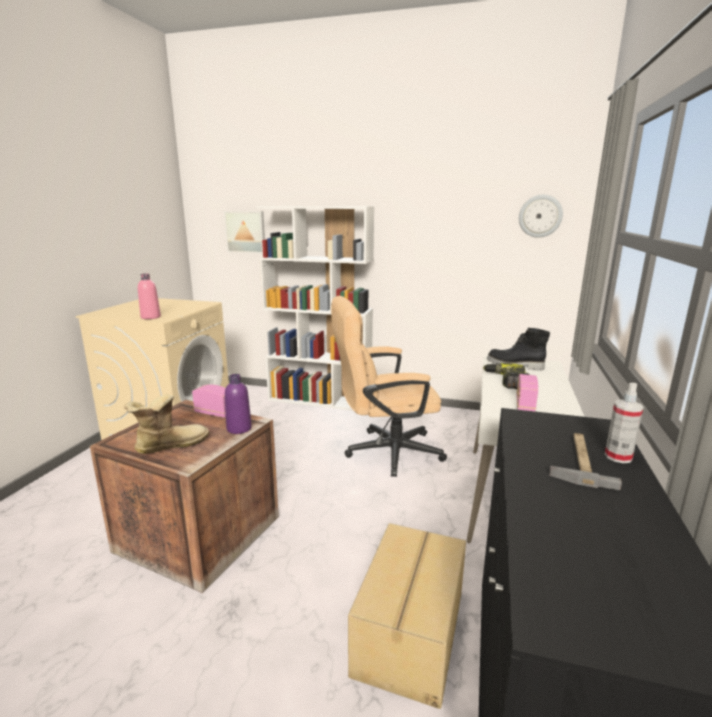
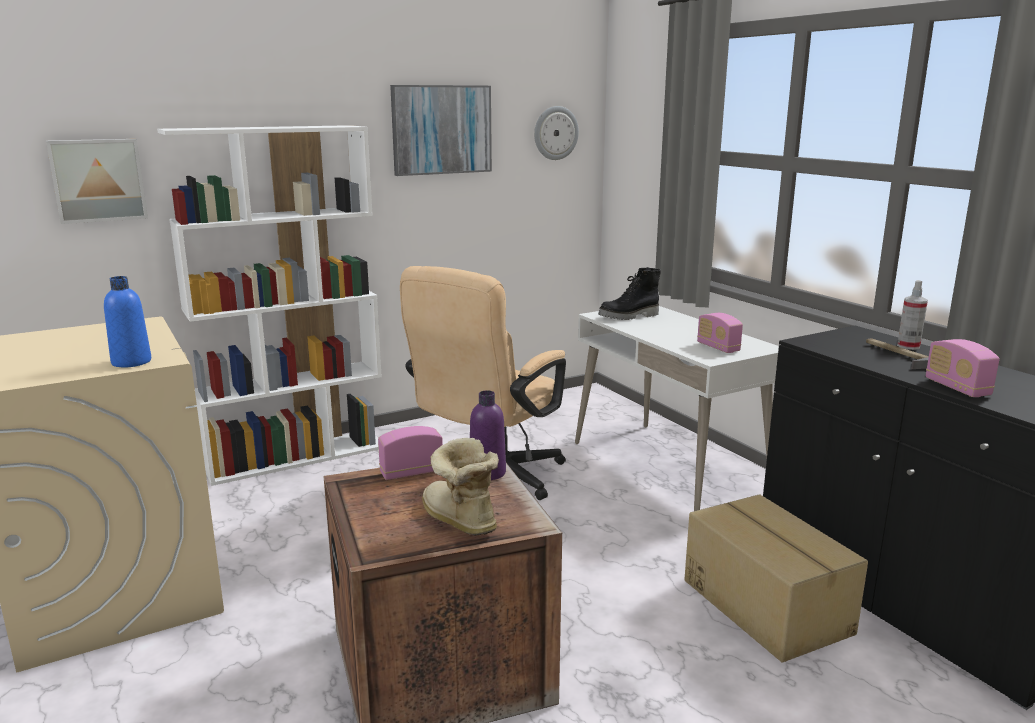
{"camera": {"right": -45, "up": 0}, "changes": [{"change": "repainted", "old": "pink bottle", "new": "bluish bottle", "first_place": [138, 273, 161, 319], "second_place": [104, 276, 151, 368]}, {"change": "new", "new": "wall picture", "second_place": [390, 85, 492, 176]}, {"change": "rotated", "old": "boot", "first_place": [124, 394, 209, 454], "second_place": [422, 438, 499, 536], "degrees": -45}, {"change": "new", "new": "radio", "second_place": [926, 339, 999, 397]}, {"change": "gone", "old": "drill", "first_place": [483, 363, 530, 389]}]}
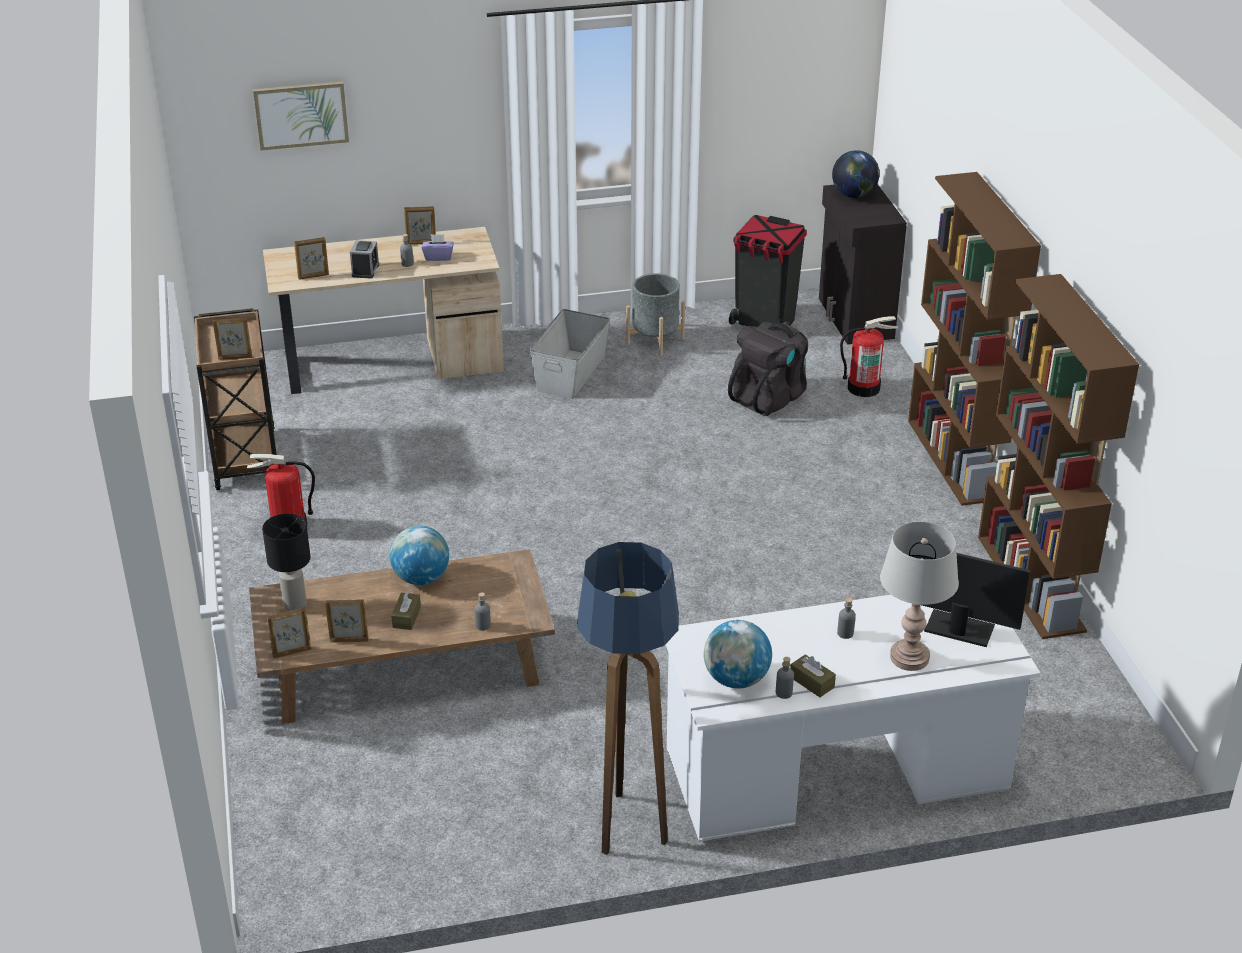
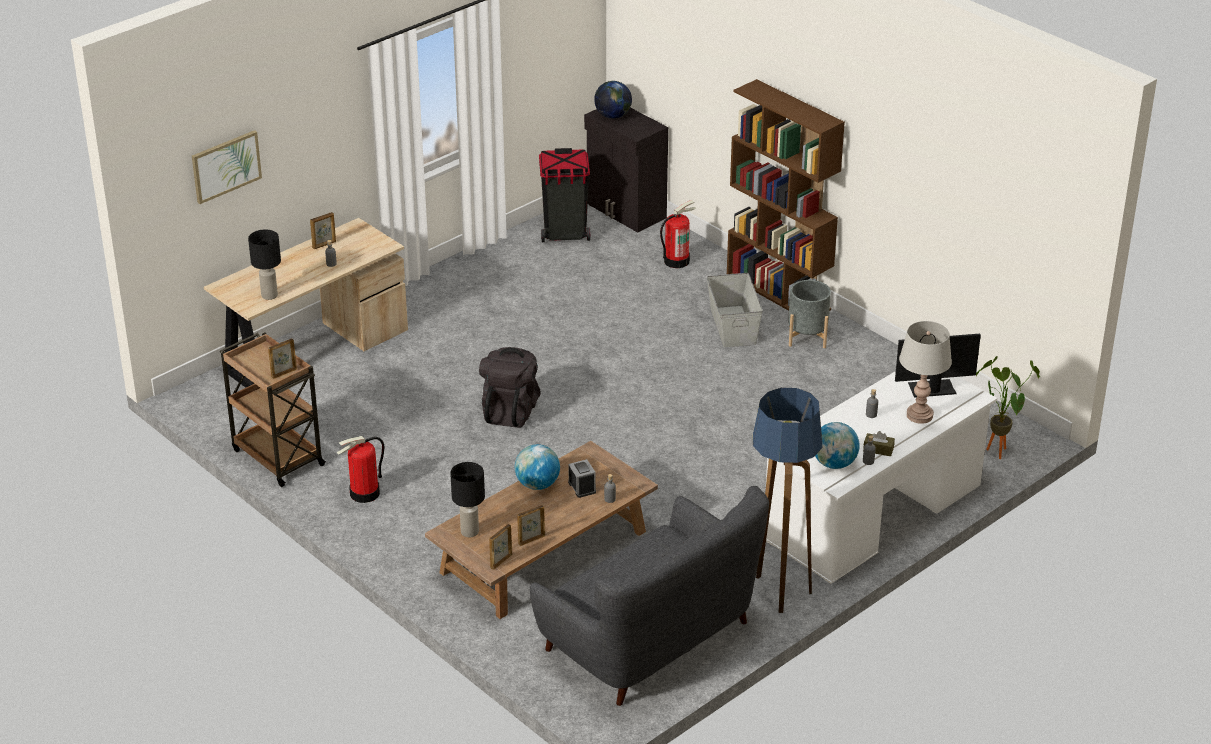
{"camera": {"right": -30, "up": 0}, "changes": [{"change": "swapped", "old": "standing frame", "new": "black-coloured table lamp", "first_place": [294, 237, 329, 280], "second_place": [248, 229, 281, 300]}, {"change": "shifted", "old": "black-coloured backpack", "first_place": [728, 323, 808, 416], "second_place": [479, 347, 540, 428]}, {"change": "new", "new": "grey settee", "second_place": [530, 486, 769, 706]}, {"change": "shifted", "old": "alarm clock", "first_place": [350, 240, 379, 279], "second_place": [568, 459, 596, 498]}, {"change": "shifted", "old": "grey storage box", "first_place": [530, 309, 610, 399], "second_place": [707, 273, 763, 347]}, {"change": "shifted", "old": "grey planter", "first_place": [626, 273, 685, 356], "second_place": [788, 280, 831, 348]}, {"change": "new", "new": "houseplant", "second_place": [976, 356, 1040, 459]}, {"change": "gone", "old": "brown-coloured box of tissues", "first_place": [391, 591, 421, 630]}, {"change": "gone", "old": "purple box of tissues", "first_place": [422, 234, 454, 261]}, {"change": "gone", "old": "brown-coloured bookcase", "first_place": [978, 274, 1139, 639]}]}
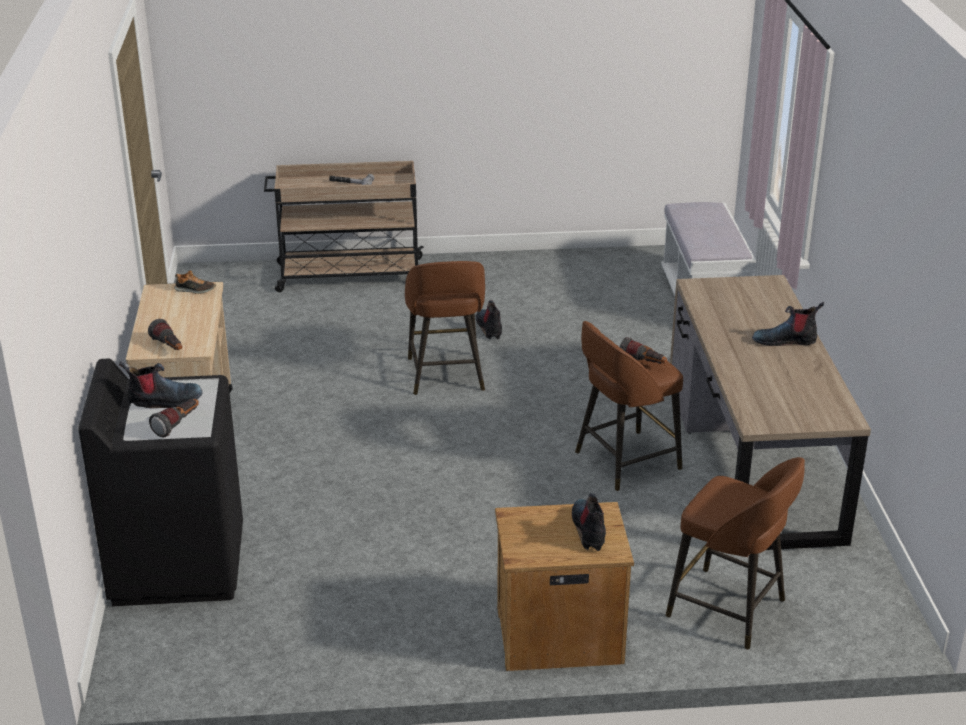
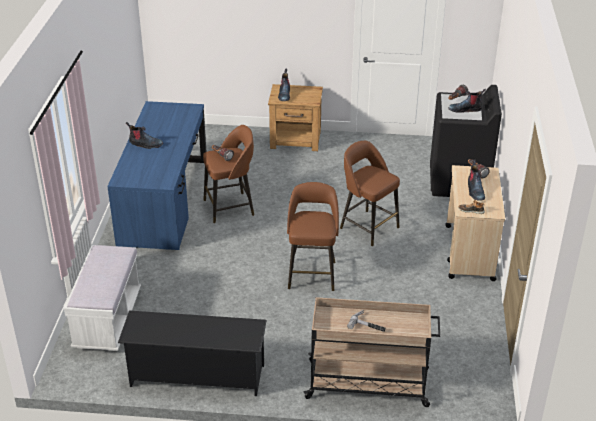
{"camera": {"right": -170, "up": 5}, "changes": [{"change": "repainted", "old": "brown-coloured desk", "new": "bluish desk", "first_place": [670, 275, 871, 550], "second_place": [107, 101, 206, 250]}, {"change": "new", "new": "black-coloured shoe stand", "second_place": [118, 311, 267, 396]}, {"change": "shifted", "old": "brown-coloured stool", "first_place": [666, 457, 805, 649], "second_place": [340, 141, 400, 246]}, {"change": "shifted", "old": "boot", "first_place": [476, 300, 502, 340], "second_place": [468, 160, 485, 201]}]}
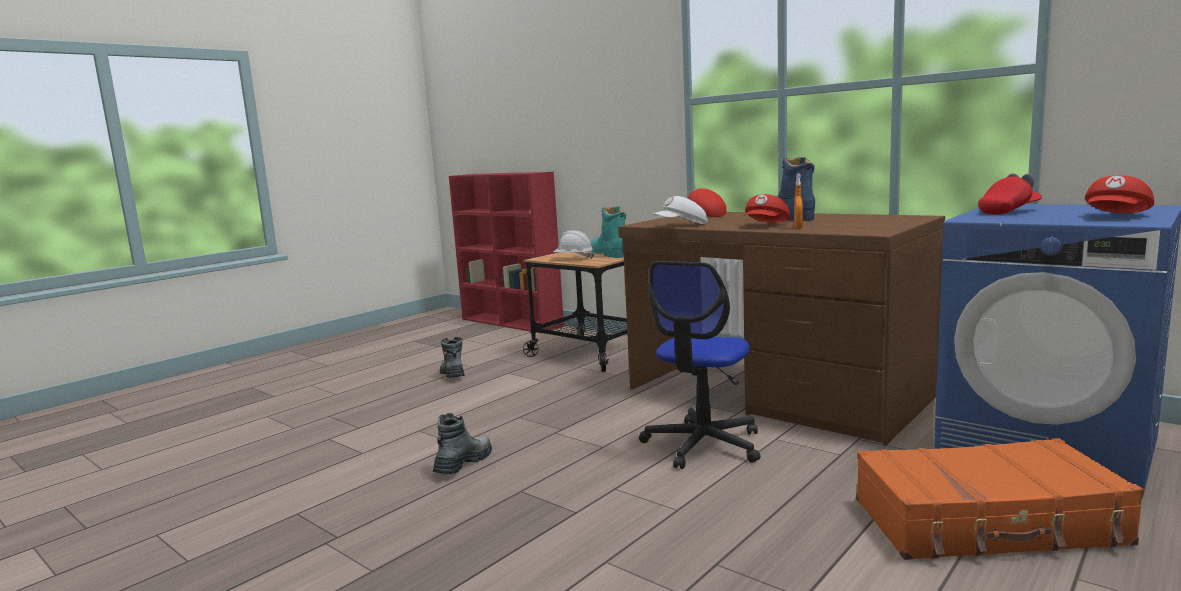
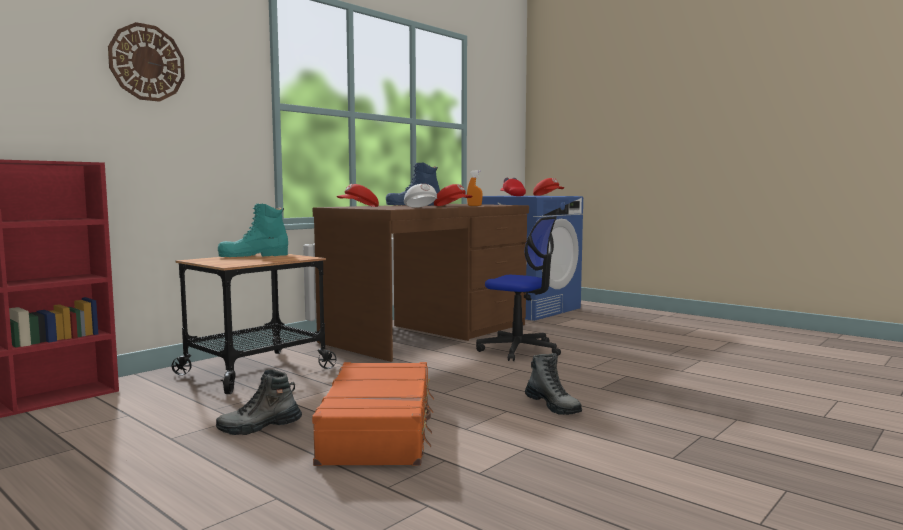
{"camera": {"right": -90, "up": -5}, "changes": [{"change": "new", "new": "wall clock", "second_place": [108, 22, 185, 102]}, {"change": "shifted", "old": "orange-coloured suitcase", "first_place": [856, 438, 1144, 560], "second_place": [312, 362, 434, 466]}, {"change": "rotated", "old": "boot", "first_place": [432, 413, 492, 474], "second_place": [525, 353, 582, 415], "degrees": -150}, {"change": "gone", "old": "white work helmet", "first_place": [553, 230, 594, 259]}]}
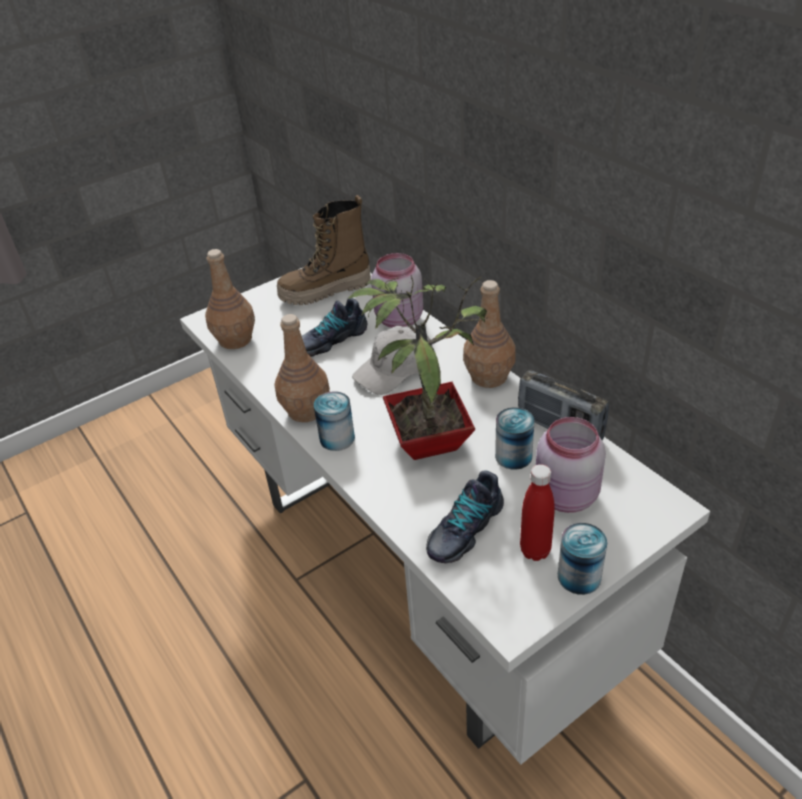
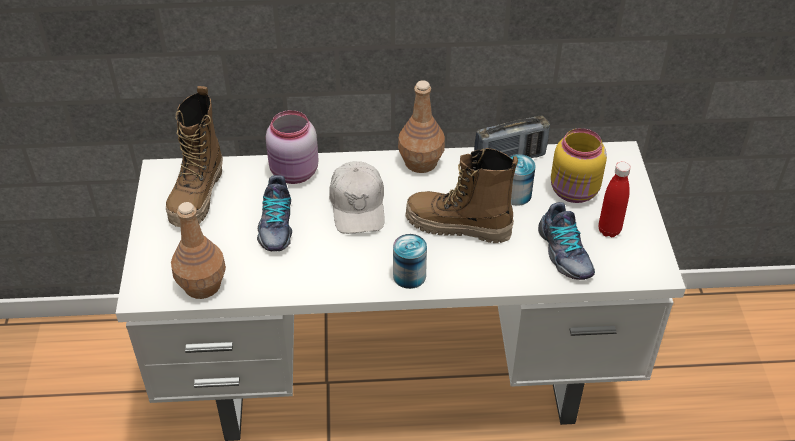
{"camera": {"right": -60, "up": 5}, "changes": [{"change": "swapped", "old": "houseplant", "new": "boot", "first_place": [348, 275, 488, 460], "second_place": [405, 148, 518, 243]}, {"change": "repainted", "old": "pink preserve jar", "new": "yellowish preserve jar", "first_place": [536, 417, 606, 513], "second_place": [551, 128, 607, 203]}, {"change": "gone", "old": "brown-coloured bottle", "first_place": [274, 314, 330, 422]}, {"change": "gone", "old": "sealed can", "first_place": [558, 523, 607, 595]}]}
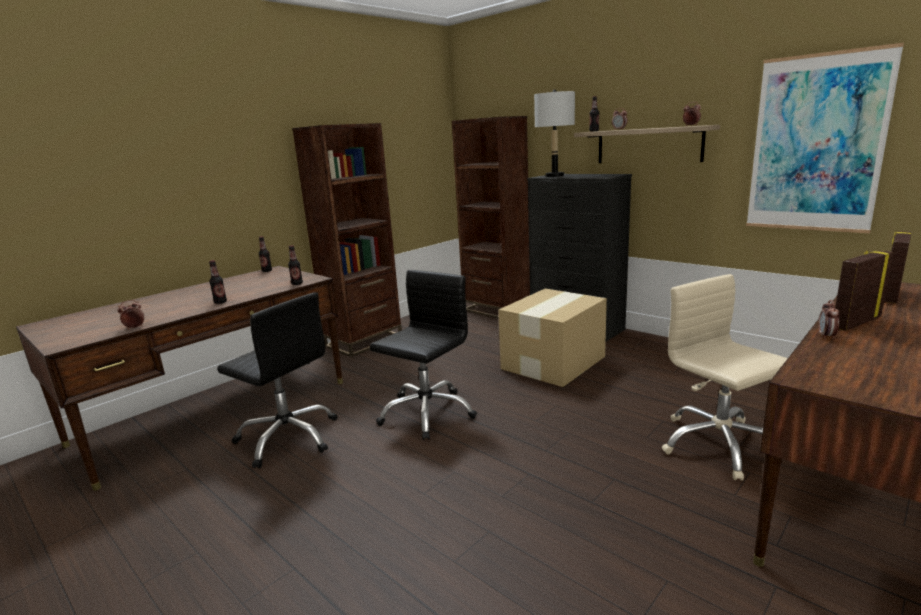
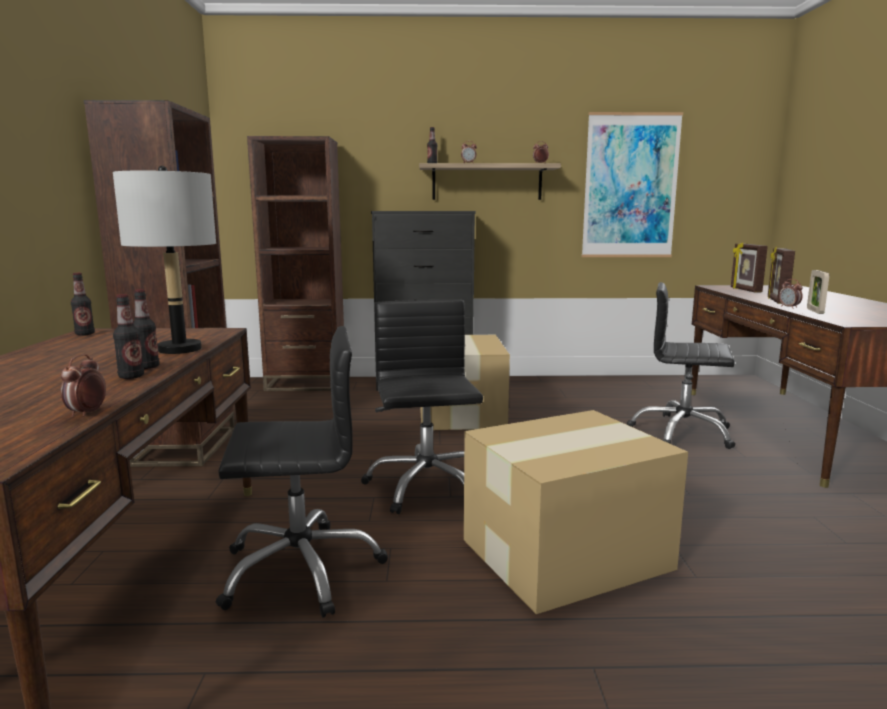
{"camera": {"right": -45, "up": -5}, "changes": [{"change": "shifted", "old": "grey table lamp", "first_place": [534, 90, 575, 177], "second_place": [113, 166, 216, 354]}, {"change": "shifted", "old": "bottle", "first_place": [288, 245, 303, 285], "second_place": [113, 294, 144, 379]}, {"change": "new", "new": "cardboard box", "second_place": [464, 410, 688, 614]}, {"change": "repainted", "old": "sand-coloured office chair", "new": "black-coloured office chair", "first_place": [662, 274, 788, 481], "second_place": [627, 282, 735, 449]}, {"change": "new", "new": "standing frame", "second_place": [807, 270, 829, 314]}]}
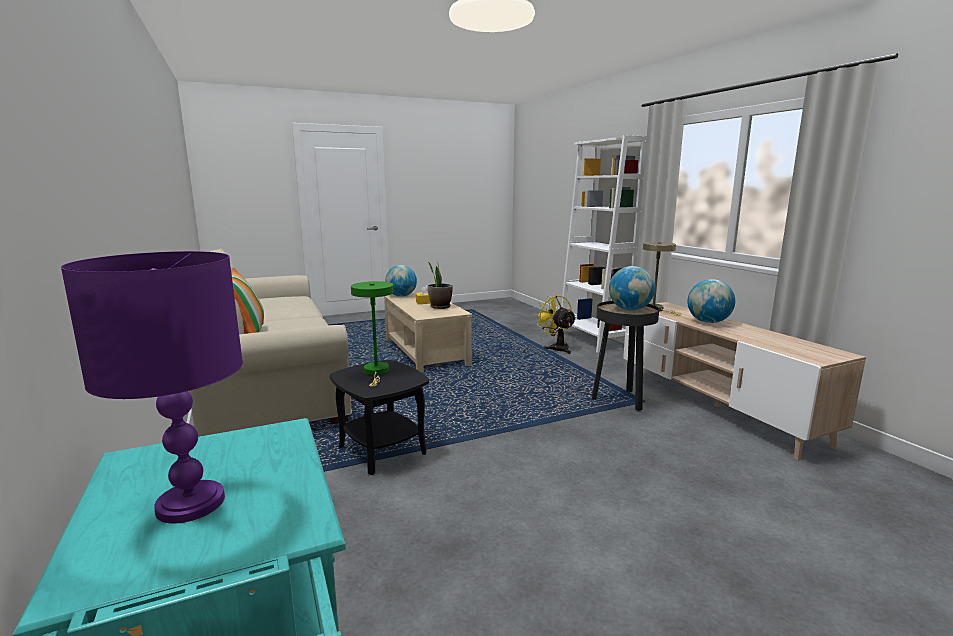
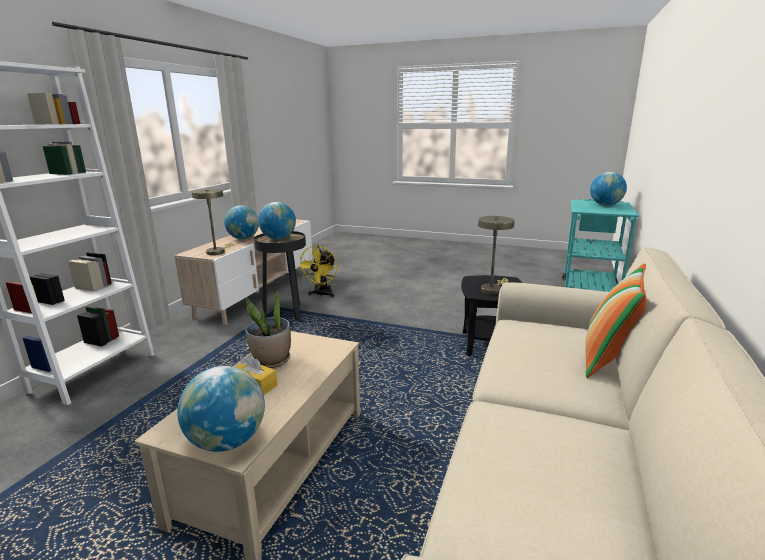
{"camera": {"right": -135, "up": 5}, "changes": [{"change": "shifted", "old": "yellowish electric fan", "first_place": [535, 295, 576, 354], "second_place": [297, 245, 338, 297]}, {"change": "repainted", "old": "green-coloured table lamp", "new": "sand-coloured table lamp", "first_place": [351, 281, 393, 387], "second_place": [478, 216, 515, 295]}, {"change": "swapped", "old": "purple table lamp", "new": "globe", "first_place": [61, 251, 243, 524], "second_place": [590, 172, 627, 206]}]}
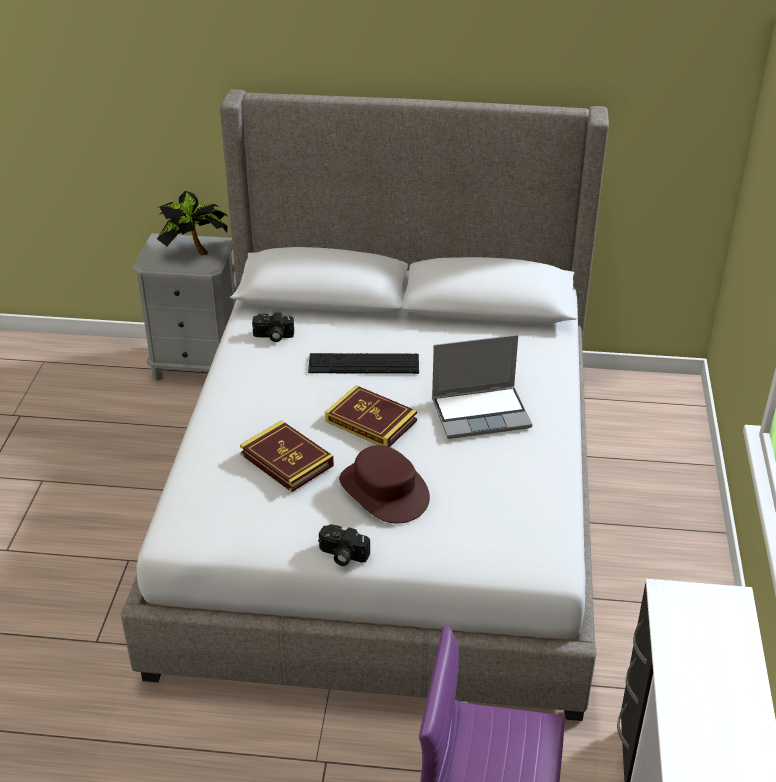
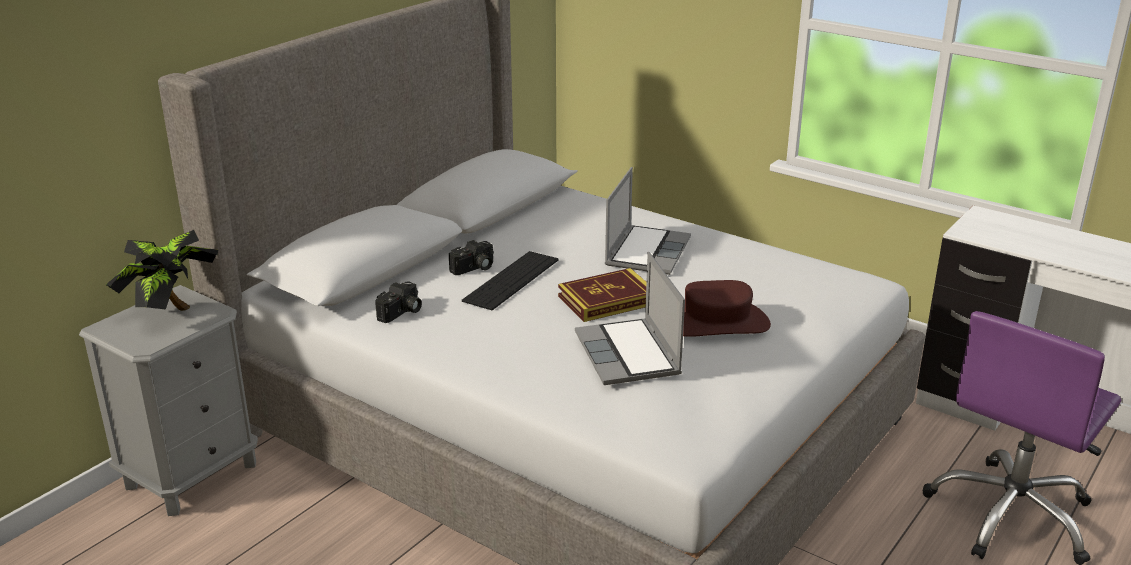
{"camera": {"right": -60, "up": -10}, "changes": [{"change": "shifted", "old": "photo camera", "first_place": [318, 524, 370, 566], "second_place": [449, 240, 494, 275]}, {"change": "swapped", "old": "bound book", "new": "portable computer", "first_place": [240, 420, 334, 492], "second_place": [575, 252, 685, 385]}]}
